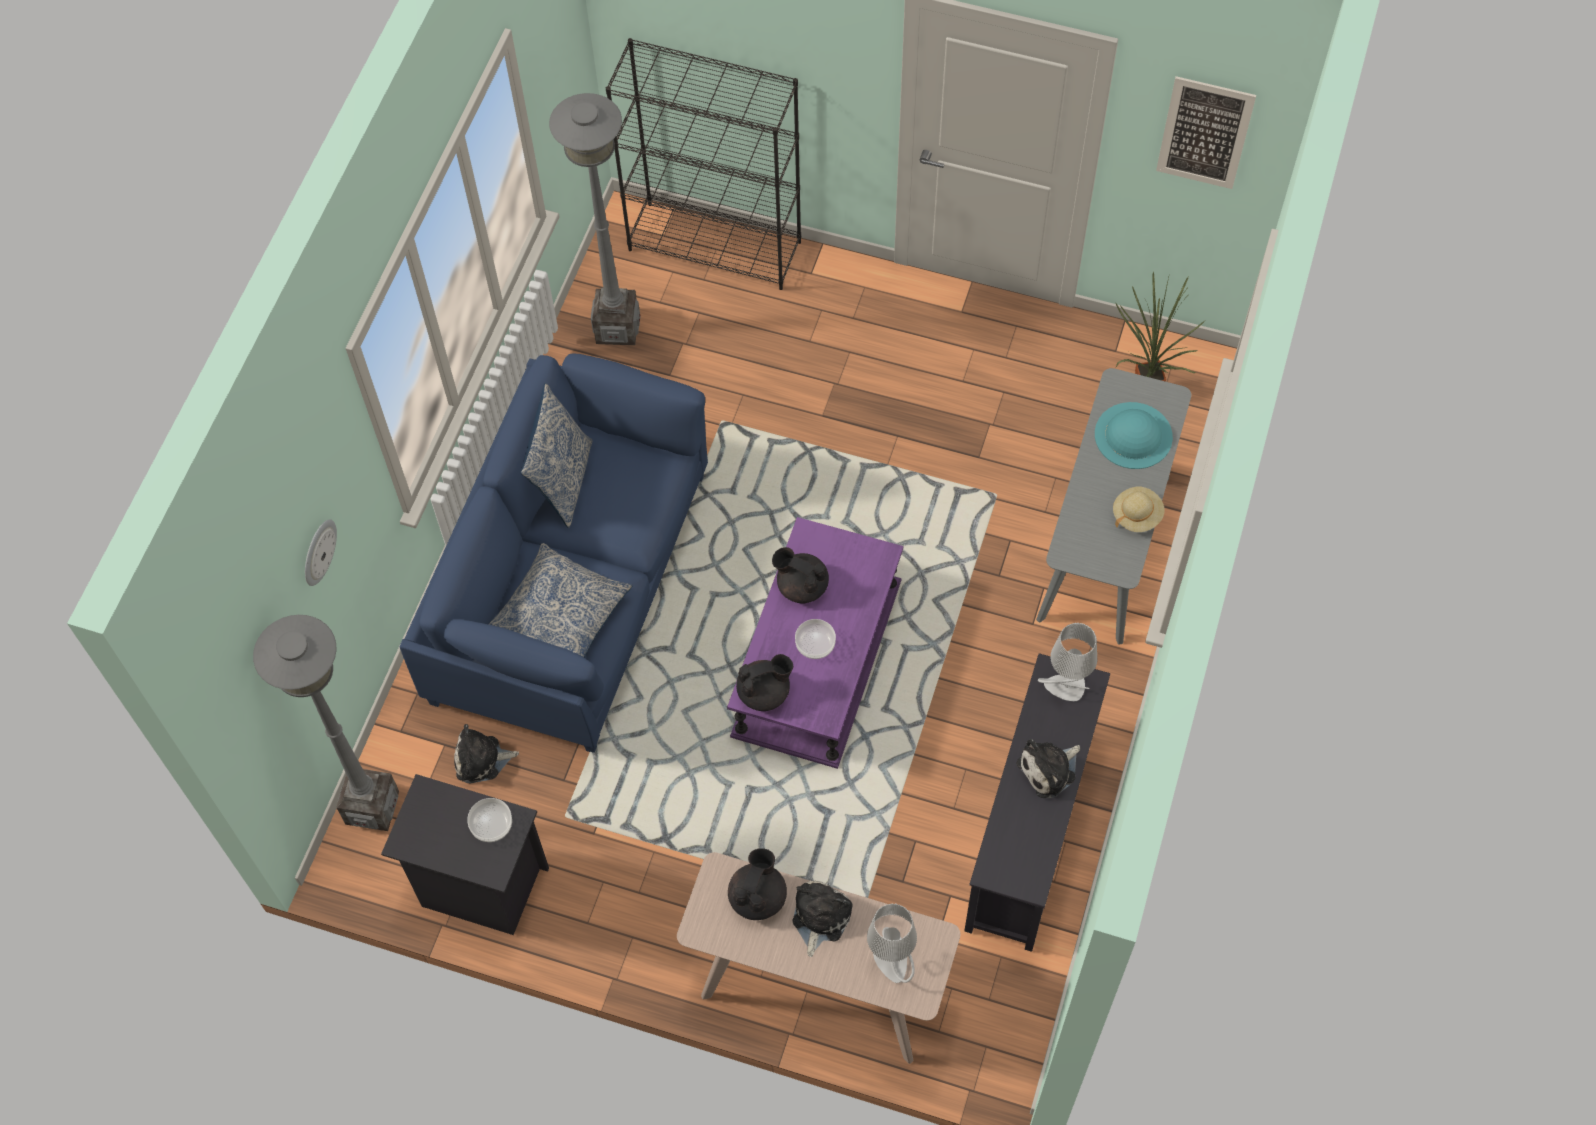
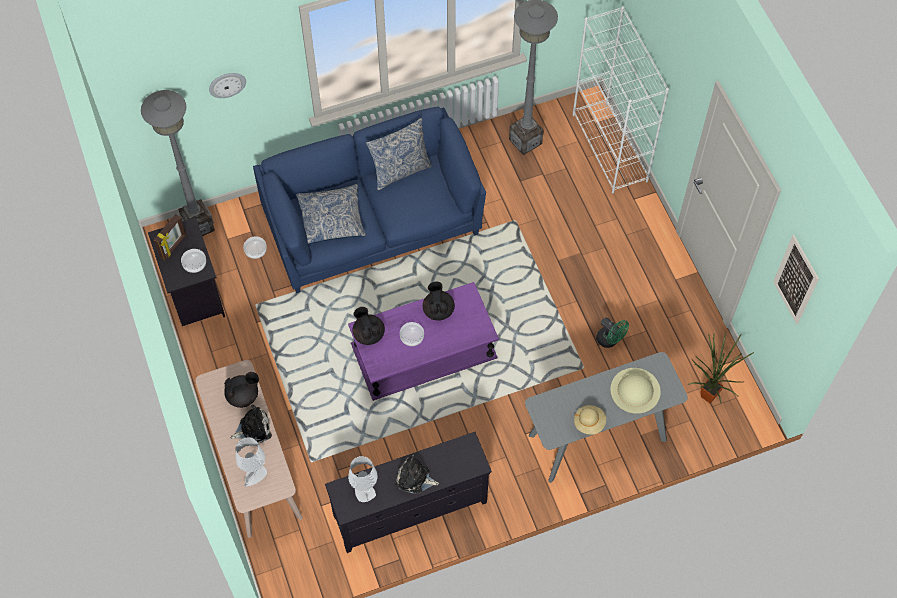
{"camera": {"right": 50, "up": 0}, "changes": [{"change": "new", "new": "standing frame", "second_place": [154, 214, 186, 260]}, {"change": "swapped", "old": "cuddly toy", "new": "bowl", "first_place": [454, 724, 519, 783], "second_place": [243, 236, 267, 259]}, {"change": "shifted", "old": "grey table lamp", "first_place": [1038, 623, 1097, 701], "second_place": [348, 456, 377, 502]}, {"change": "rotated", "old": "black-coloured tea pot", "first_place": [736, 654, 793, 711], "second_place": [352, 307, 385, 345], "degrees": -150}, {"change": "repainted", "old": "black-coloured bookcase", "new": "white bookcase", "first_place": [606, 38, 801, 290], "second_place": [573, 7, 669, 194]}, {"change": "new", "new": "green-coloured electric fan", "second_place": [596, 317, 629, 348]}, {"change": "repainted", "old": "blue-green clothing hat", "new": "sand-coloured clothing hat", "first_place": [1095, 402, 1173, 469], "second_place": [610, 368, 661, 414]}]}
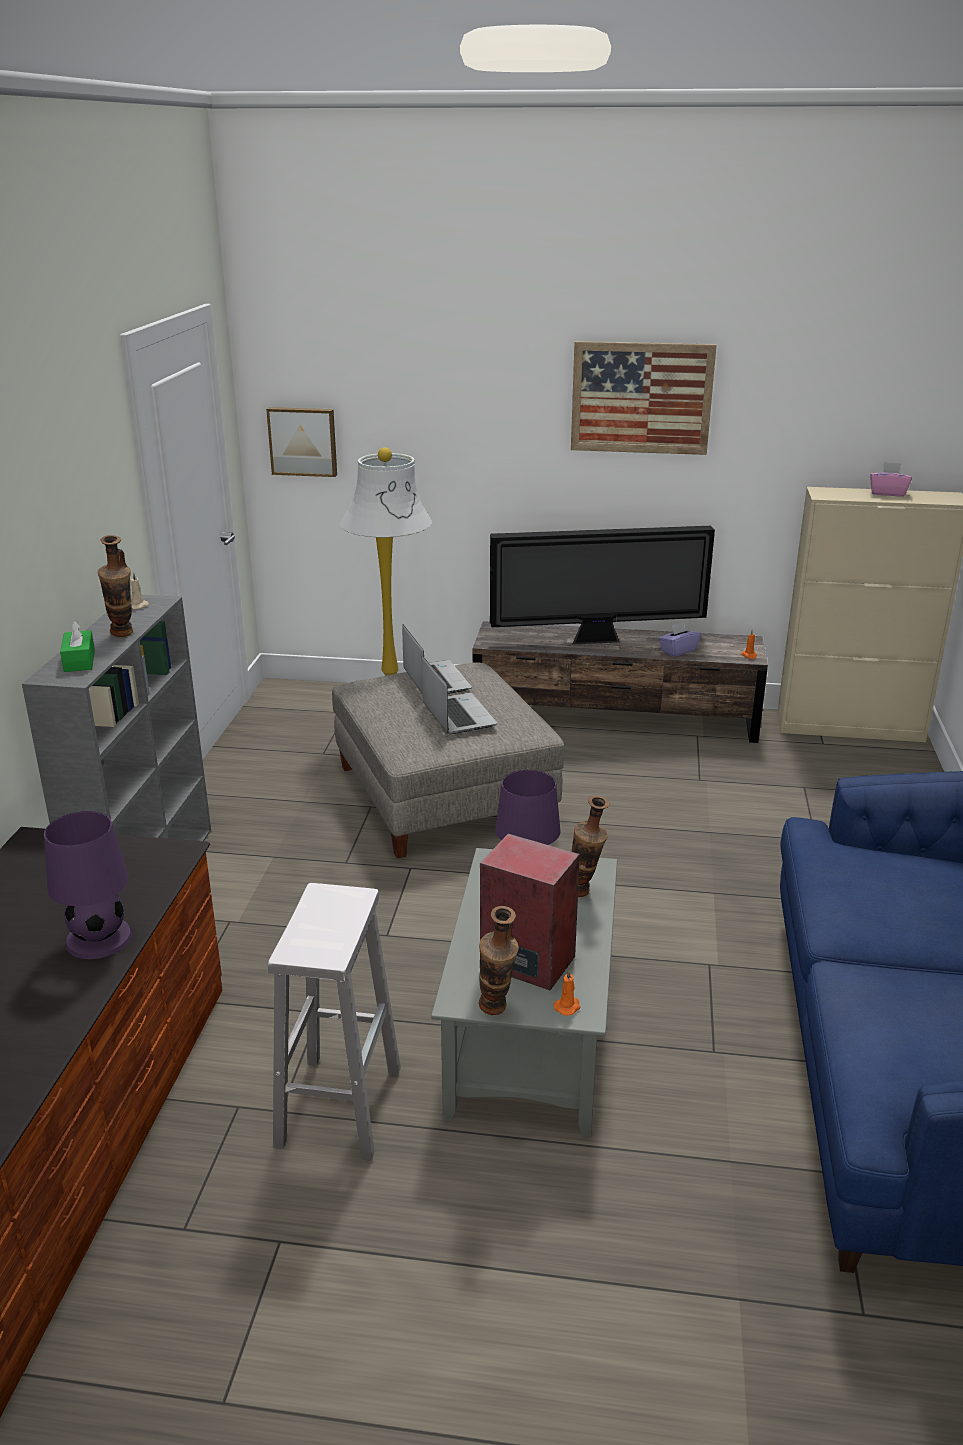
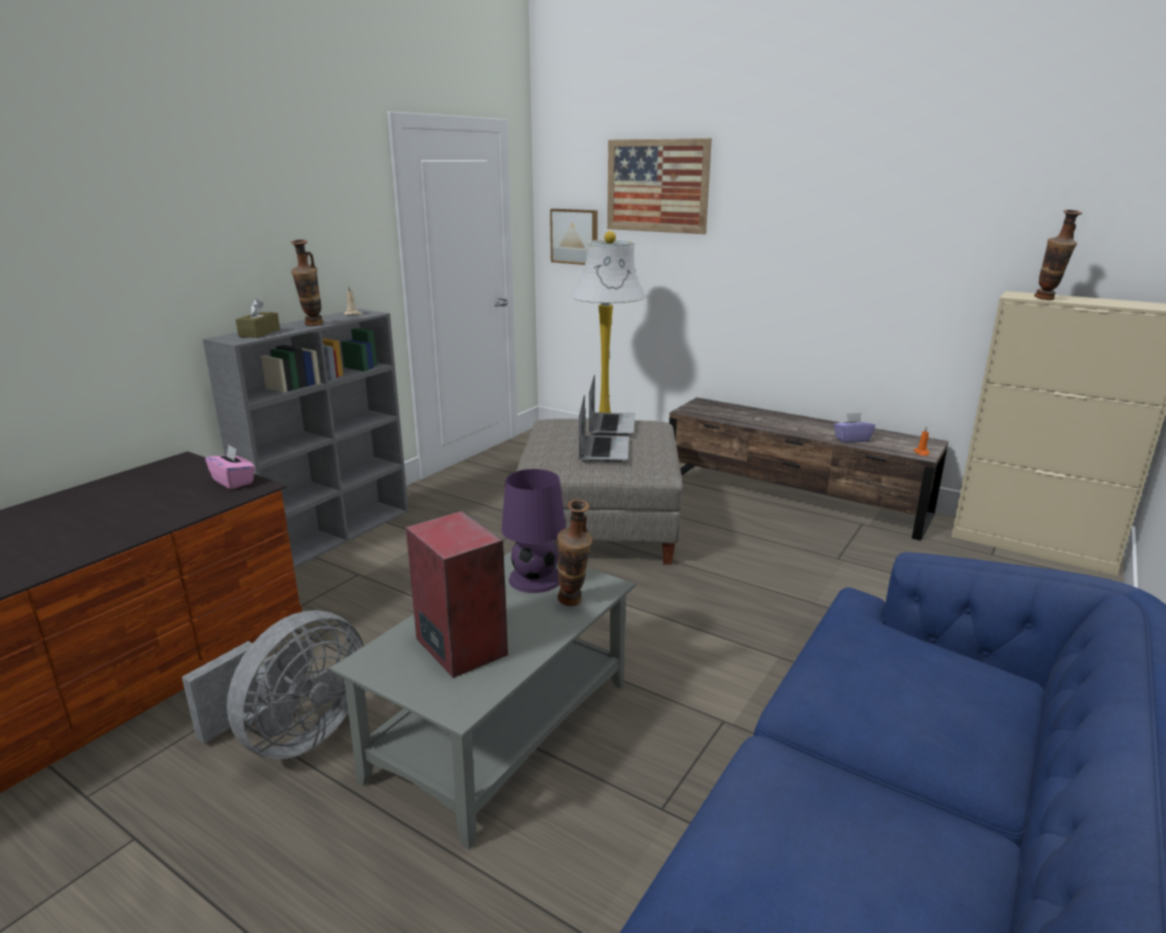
{"camera": {"right": 25, "up": -5}, "changes": [{"change": "swapped", "old": "white stool", "new": "grey electric fan", "first_place": [268, 883, 401, 1161], "second_place": [182, 610, 364, 759]}, {"change": "shifted", "old": "pink box of tissues", "first_place": [870, 462, 912, 496], "second_place": [205, 445, 255, 489]}, {"change": "repainted", "old": "green-coloured box of tissues", "new": "brown-coloured box of tissues", "first_place": [60, 620, 95, 672], "second_place": [236, 299, 280, 338]}, {"change": "shifted", "old": "wall picture", "first_place": [571, 341, 717, 455], "second_place": [607, 138, 712, 234]}, {"change": "shifted", "old": "flower vase", "first_place": [479, 906, 519, 1015], "second_place": [1034, 210, 1082, 300]}, {"change": "gone", "old": "purple table lamp", "first_place": [44, 811, 132, 959]}, {"change": "gone", "old": "television", "first_place": [490, 526, 715, 645]}, {"change": "gone", "old": "orange-coloured wax light", "first_place": [554, 970, 580, 1016]}]}
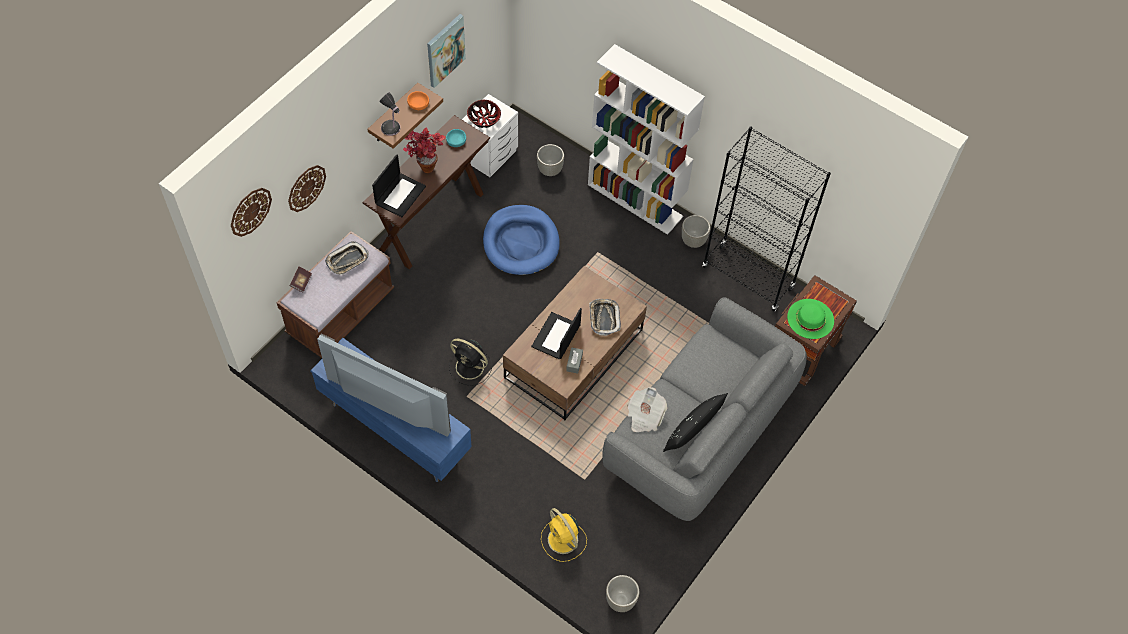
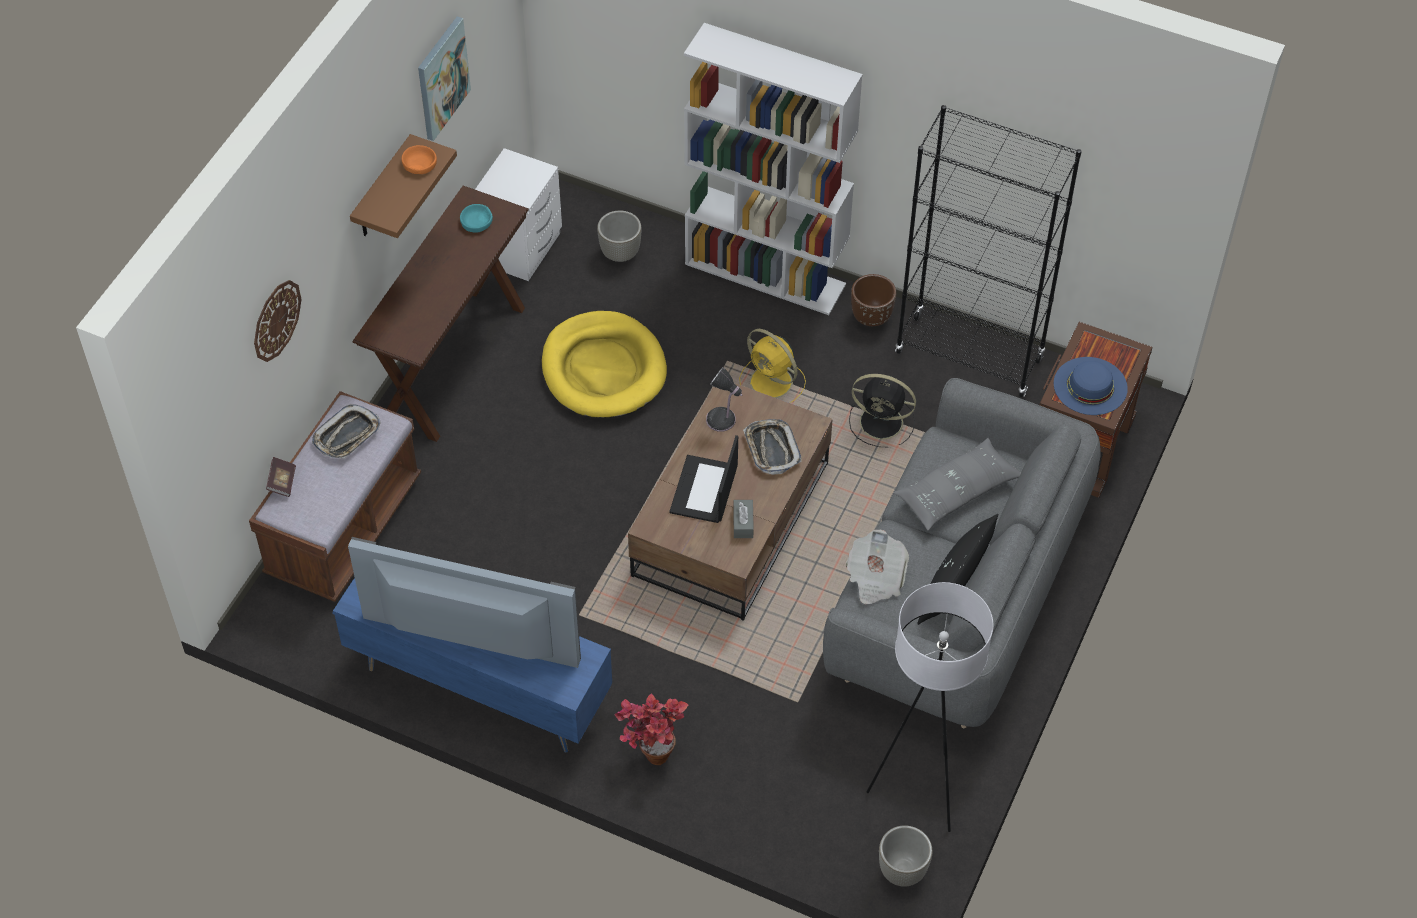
{"camera": {"right": -10, "up": -5}, "changes": [{"change": "repainted", "old": "bluish dog cushion", "new": "yellowish dog cushion", "first_place": [483, 205, 560, 275], "second_place": [542, 311, 667, 418]}, {"change": "shifted", "old": "houseplant", "first_place": [403, 128, 446, 173], "second_place": [614, 694, 688, 765]}, {"change": "shifted", "old": "table lamp", "first_place": [379, 92, 400, 136], "second_place": [706, 367, 742, 432]}, {"change": "shifted", "old": "yellowish electric fan", "first_place": [541, 508, 587, 562], "second_place": [739, 329, 806, 403]}, {"change": "shifted", "old": "black-coloured electric fan", "first_place": [449, 339, 492, 386], "second_place": [849, 374, 916, 447]}, {"change": "repainted", "old": "grey planter", "new": "brown-coloured planter", "first_place": [682, 215, 710, 248], "second_place": [851, 274, 896, 326]}, {"change": "new", "new": "white standard lamp", "second_place": [866, 582, 993, 832]}, {"change": "new", "new": "grey pillow", "second_place": [894, 437, 1021, 531]}, {"change": "repainted", "old": "green-coloured clothing hat", "new": "bluish clothing hat", "first_place": [787, 299, 834, 339], "second_place": [1054, 357, 1128, 415]}, {"change": "gone", "old": "wall clock", "first_place": [231, 188, 272, 237]}, {"change": "gone", "old": "portable computer", "first_place": [372, 154, 426, 217]}, {"change": "gone", "old": "bowl", "first_place": [467, 100, 501, 128]}]}
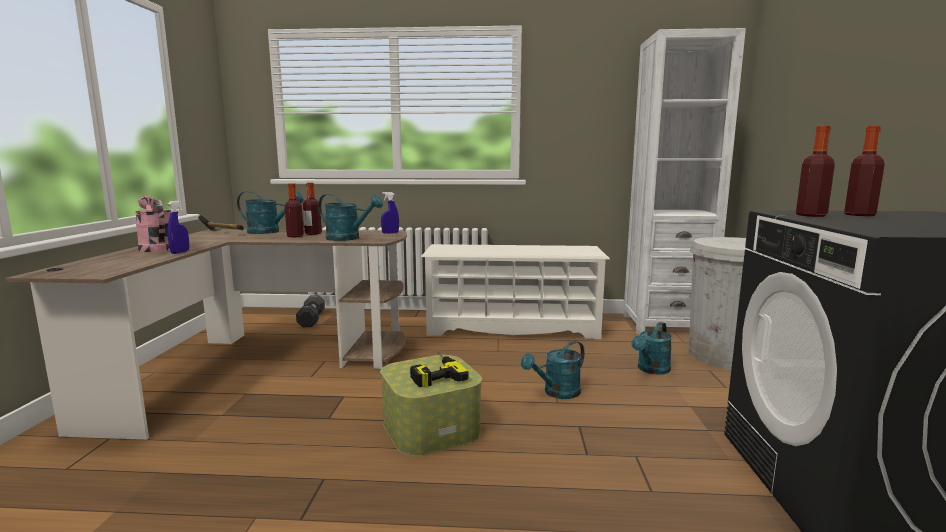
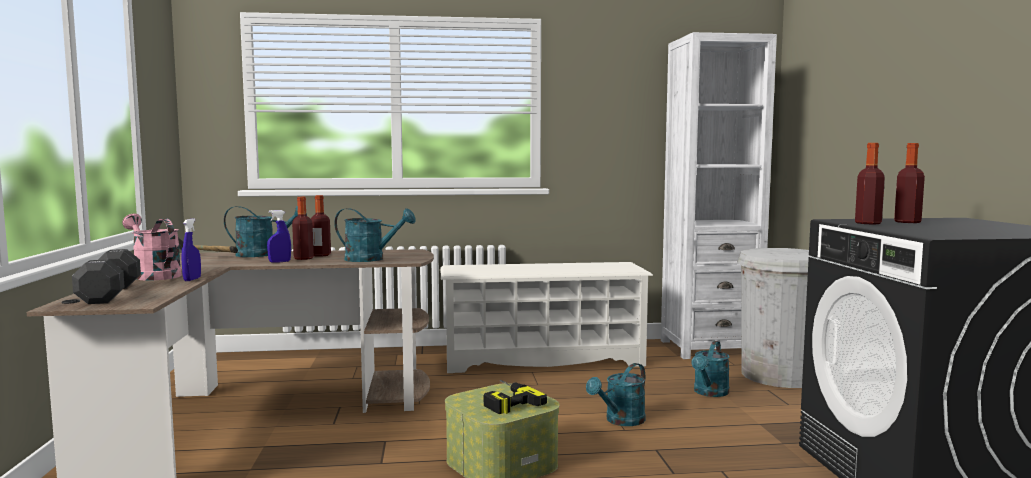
{"camera": {"right": -10, "up": -5}, "changes": [{"change": "shifted", "old": "black-coloured dumbbell", "first_place": [296, 295, 325, 327], "second_place": [72, 249, 141, 304]}, {"change": "shifted", "old": "bluish sprayer", "first_place": [381, 192, 399, 234], "second_place": [267, 210, 291, 263]}]}
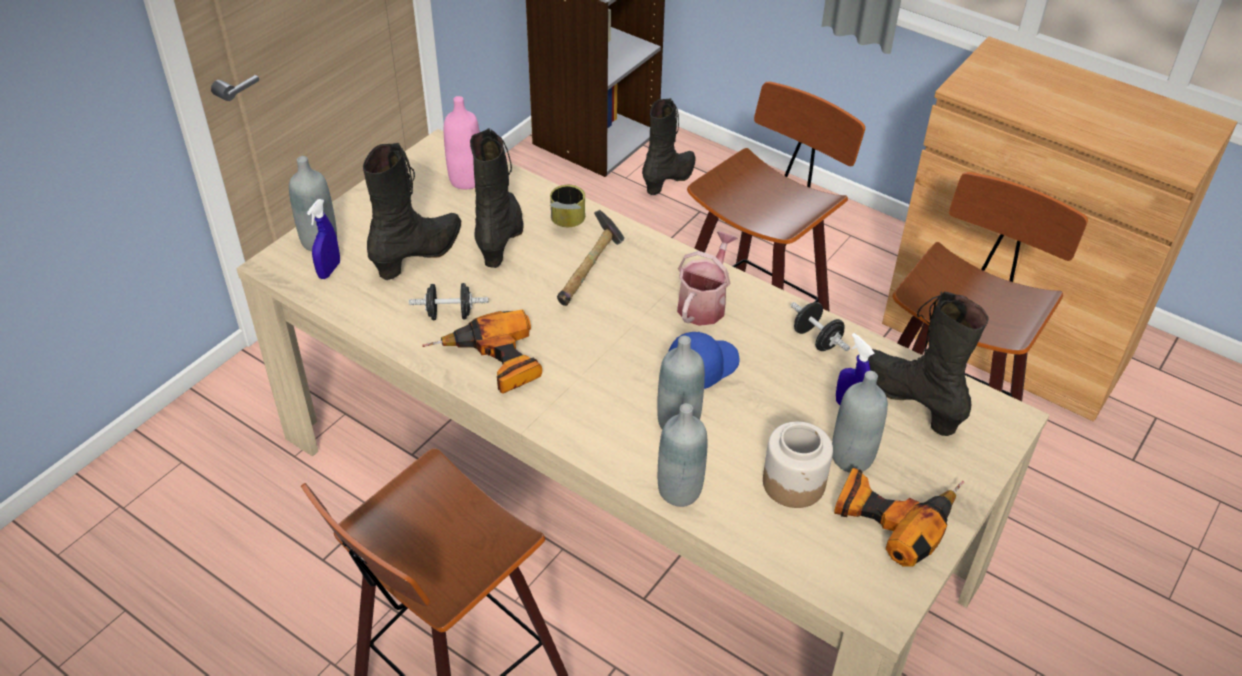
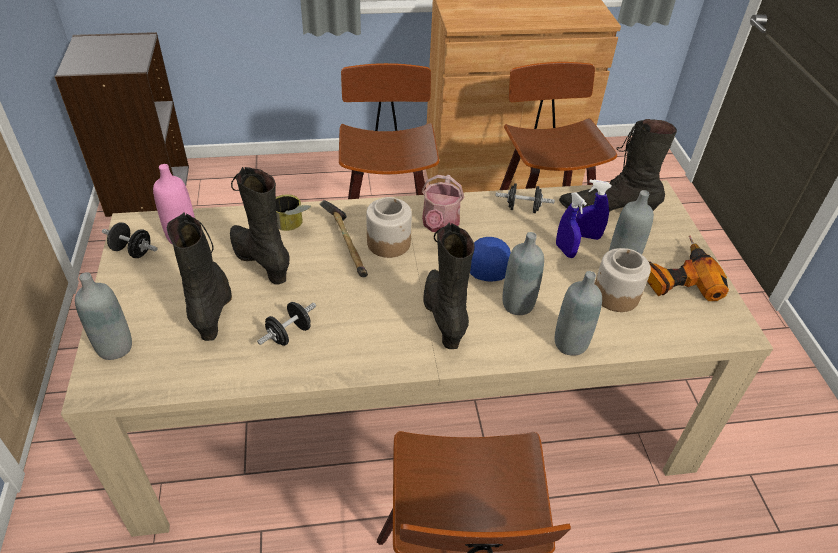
{"camera": {"right": -45, "up": 0}, "changes": [{"change": "new", "new": "black-coloured dumbbell", "second_place": [102, 222, 157, 258]}, {"change": "new", "new": "preserve jar", "second_place": [366, 197, 412, 258]}, {"change": "rotated", "old": "sprinkling can", "first_place": [677, 232, 738, 326], "second_place": [422, 175, 464, 232], "degrees": -150}, {"change": "shifted", "old": "black-coloured boot", "first_place": [642, 98, 696, 195], "second_place": [423, 222, 475, 349]}, {"change": "shifted", "old": "bluish sprayer", "first_place": [307, 199, 340, 279], "second_place": [556, 192, 587, 258]}, {"change": "gone", "old": "drill", "first_place": [422, 310, 542, 393]}]}
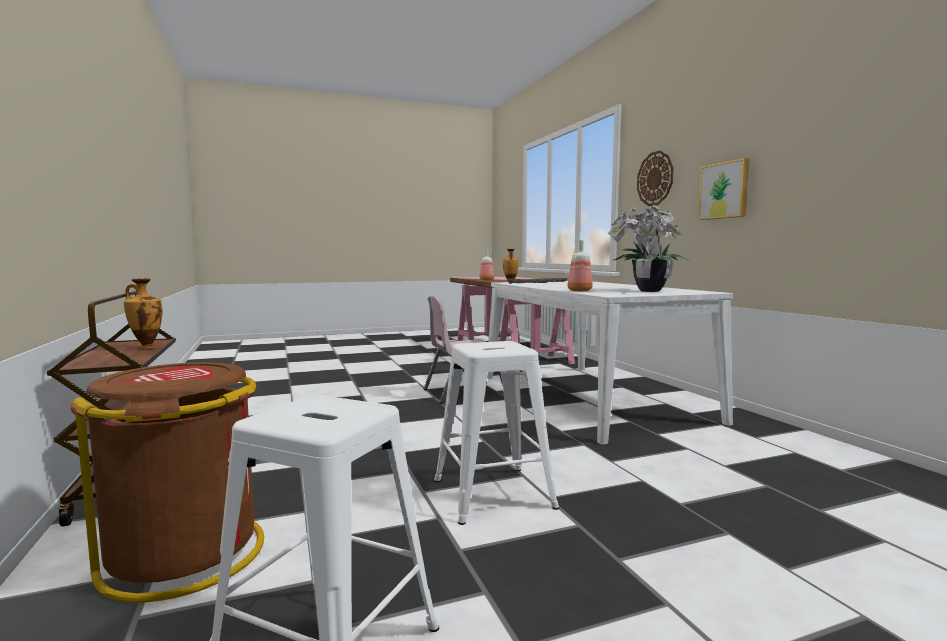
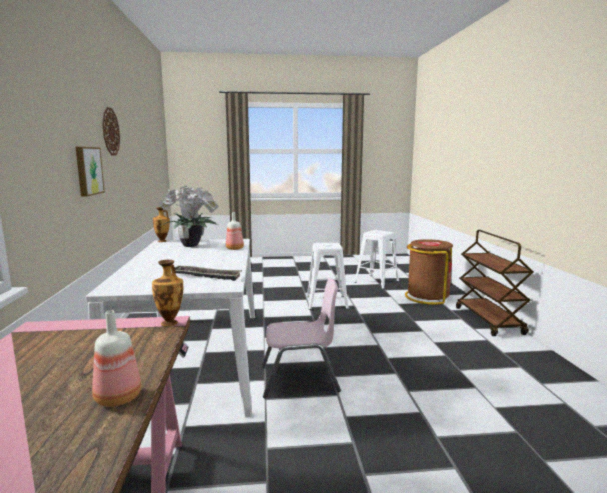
{"camera": {"right": -165, "up": 5}, "changes": [{"change": "shifted", "old": "wall clock", "first_place": [637, 150, 674, 206], "second_place": [102, 107, 120, 155]}, {"change": "shifted", "old": "flower vase", "first_place": [124, 278, 162, 349], "second_place": [153, 207, 170, 242]}]}
